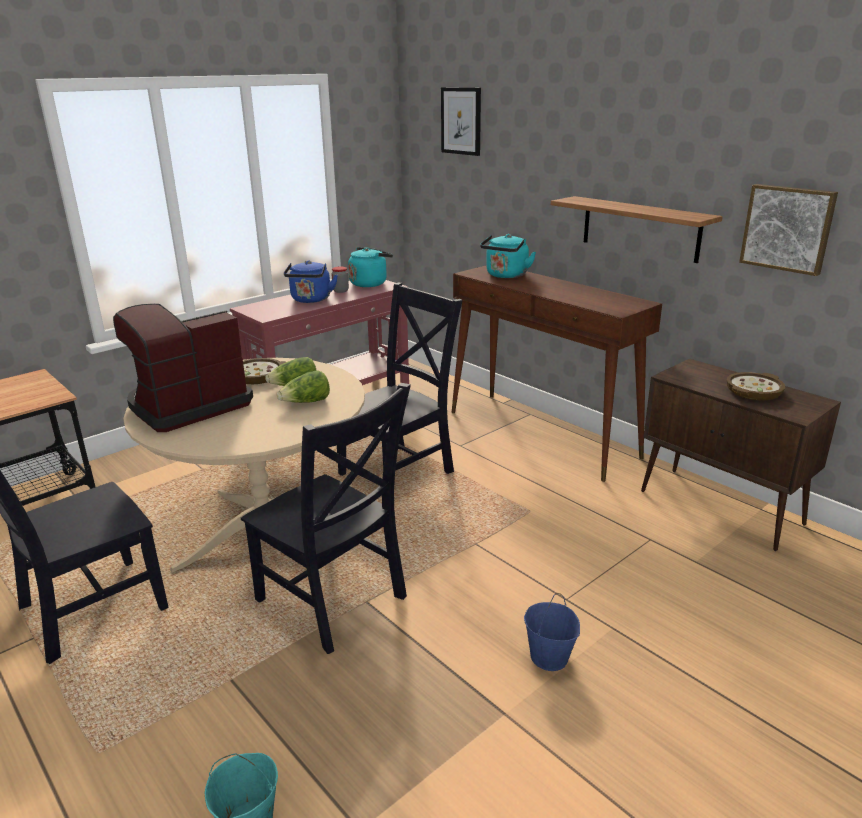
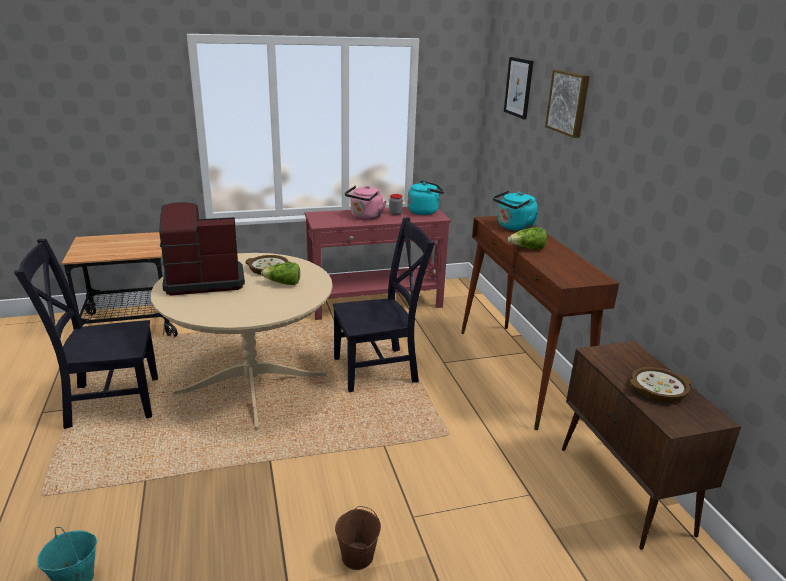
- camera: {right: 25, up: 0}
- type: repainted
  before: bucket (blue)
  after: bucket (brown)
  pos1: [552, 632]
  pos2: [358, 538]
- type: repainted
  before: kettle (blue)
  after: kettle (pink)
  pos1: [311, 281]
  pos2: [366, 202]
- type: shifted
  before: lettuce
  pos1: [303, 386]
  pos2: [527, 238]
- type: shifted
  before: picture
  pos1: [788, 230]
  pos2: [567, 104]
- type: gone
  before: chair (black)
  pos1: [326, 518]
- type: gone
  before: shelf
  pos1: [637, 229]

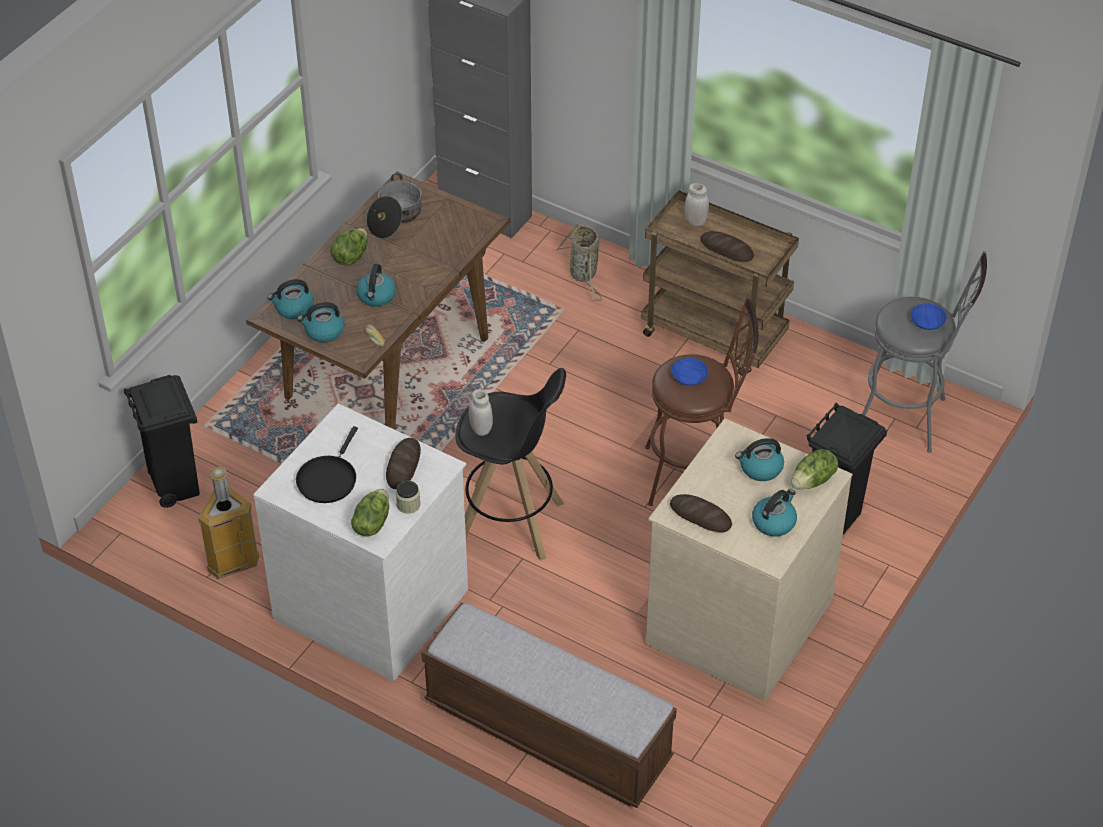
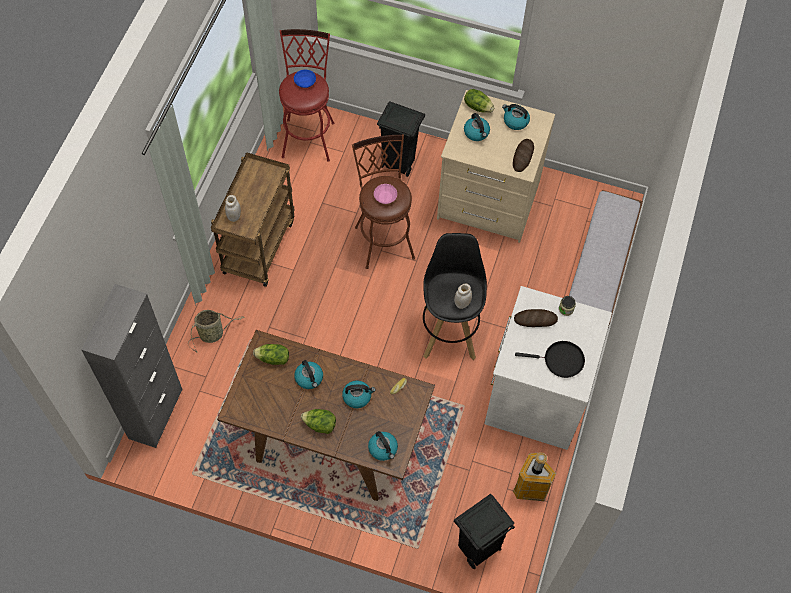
- camera: {right: -105, up: 15}
- type: shifted
  before: lettuce
  pos1: [370, 512]
  pos2: [271, 354]
- type: repainted
  before: stool (grey)
  after: stool (red)
  pos1: [924, 352]
  pos2: [306, 95]
- type: shifted
  before: kettle
  pos1: [320, 322]
  pos2: [308, 374]
- type: repainted
  before: bowl (blue)
  after: bowl (pink)
  pos1: [690, 372]
  pos2: [385, 194]
- type: gone
  before: cooking pot
  pos1: [394, 206]
- type: gone
  before: bread
  pos1: [727, 246]

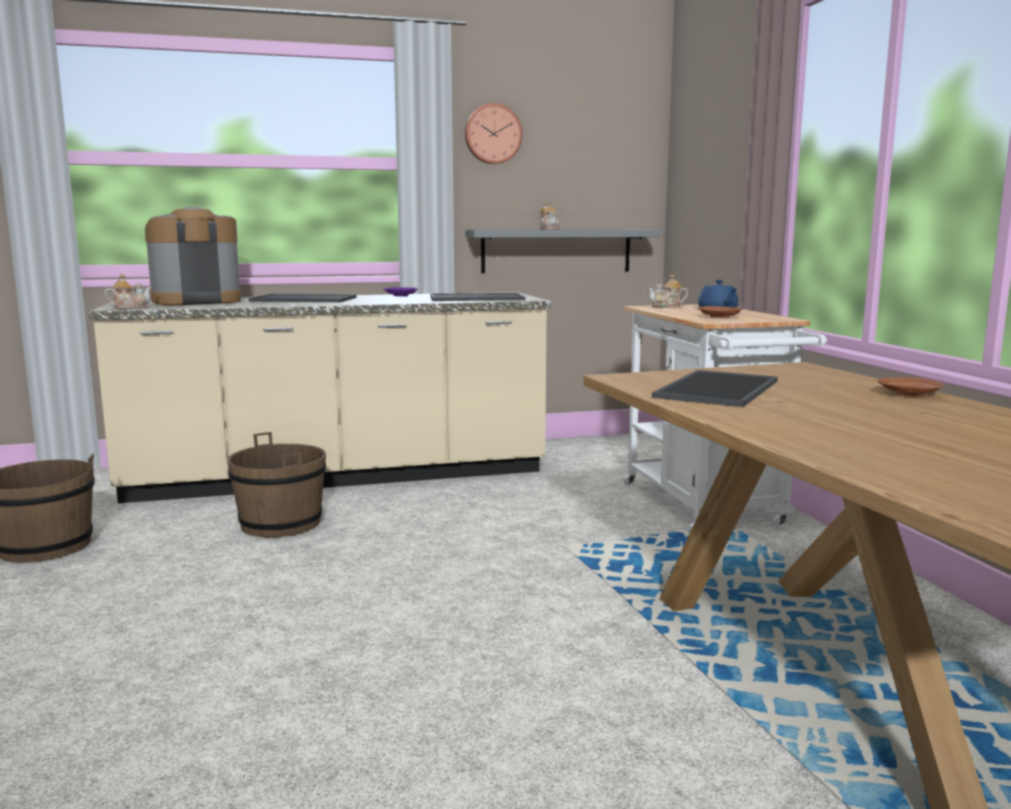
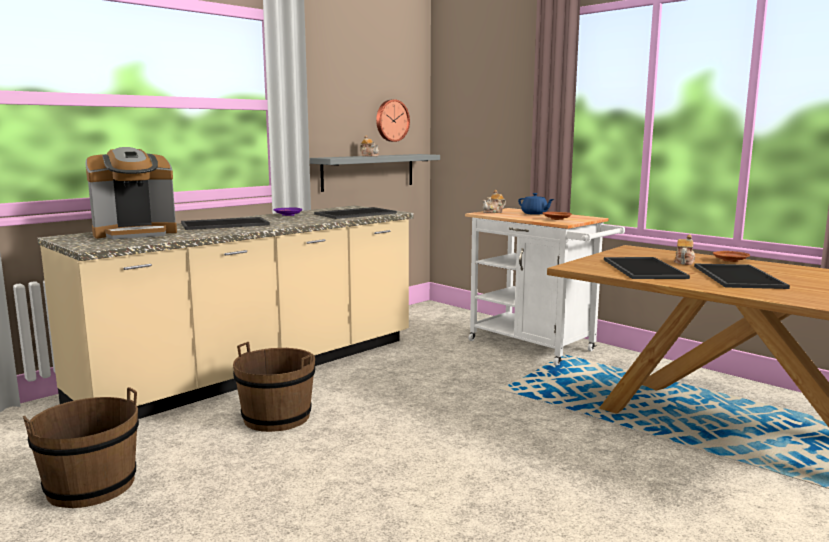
- camera: {right: -30, up: 0}
- type: rotated
  before: coffee machine
  pos1: [193, 256]
  pos2: [131, 193]
  turn: -150
- type: shifted
  before: wall clock
  pos1: [493, 133]
  pos2: [393, 120]
- type: shifted
  before: teapot
  pos1: [128, 291]
  pos2: [684, 250]
- type: new
  after: tray
  pos2: [742, 276]

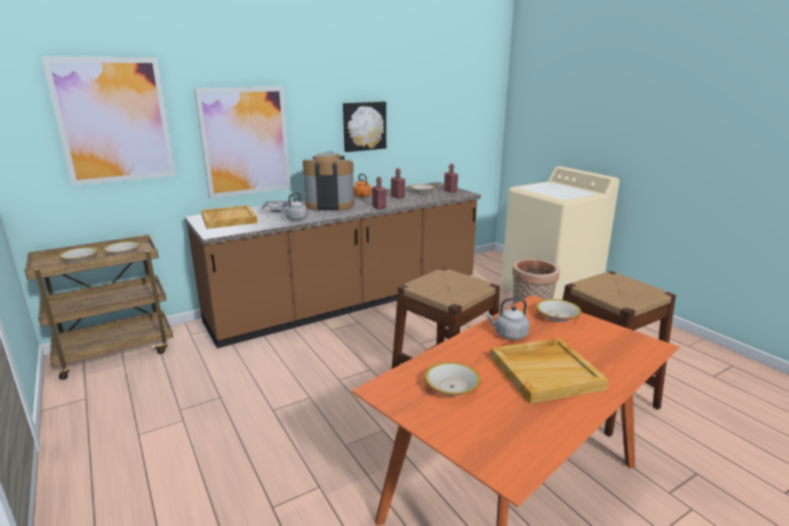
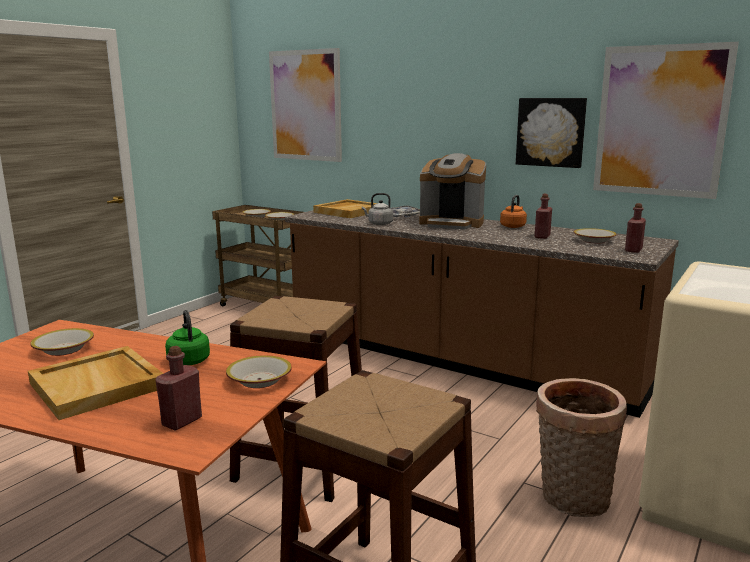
- camera: {right: 65, up: -5}
- type: shifted
  before: bottle (red)
  pos1: [379, 193]
  pos2: [178, 388]
- type: repainted
  before: kettle (grey)
  after: kettle (green)
  pos1: [507, 319]
  pos2: [187, 337]
- type: rotated
  before: coffee machine
  pos1: [328, 180]
  pos2: [452, 191]
  turn: 135
- type: shifted
  before: picture
  pos1: [242, 142]
  pos2: [666, 120]

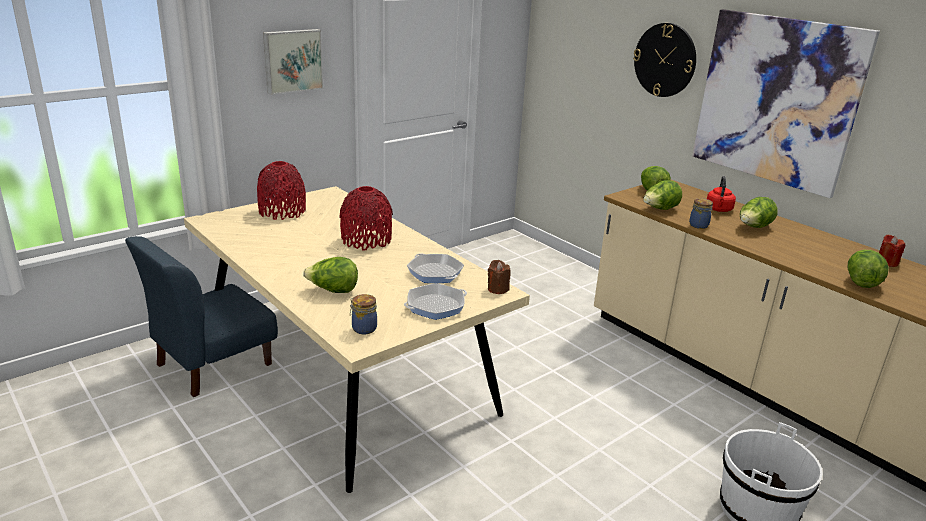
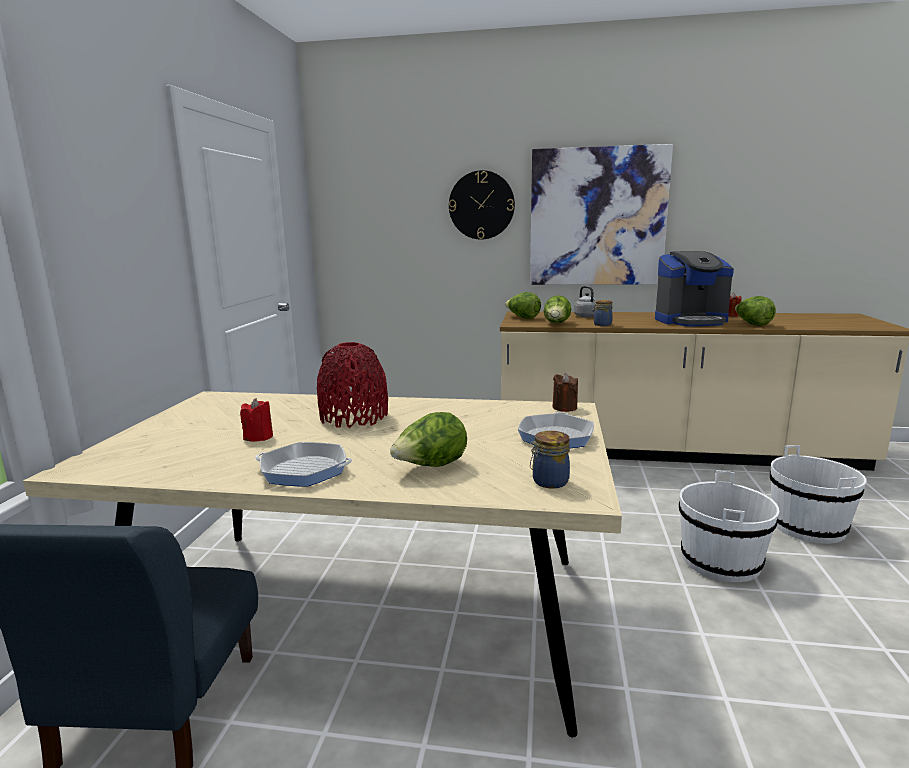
- camera: {right: -40, up: -10}
- type: new
  after: candle (red)
  pos2: [256, 420]
- type: shifted
  before: frying pan
  pos1: [435, 268]
  pos2: [303, 464]
- type: repainted
  before: kettle (red)
  after: kettle (grey)
  pos1: [721, 194]
  pos2: [585, 301]
- type: new
  after: coffee machine
  pos2: [694, 289]
- type: new
  after: bucket (white)
  pos2: [729, 526]
- type: gone
  before: vase (red)
  pos1: [281, 190]
- type: gone
  before: picture
  pos1: [293, 62]
- type: gone
  before: lettuce
  pos1: [759, 212]

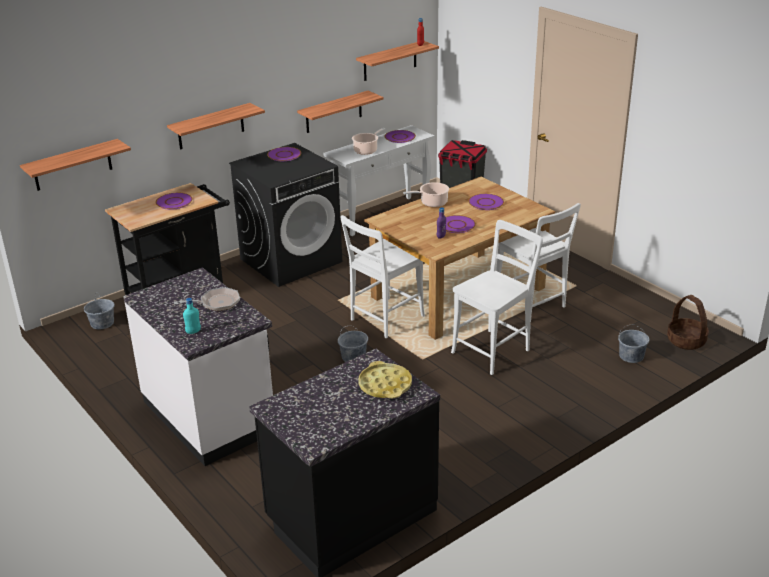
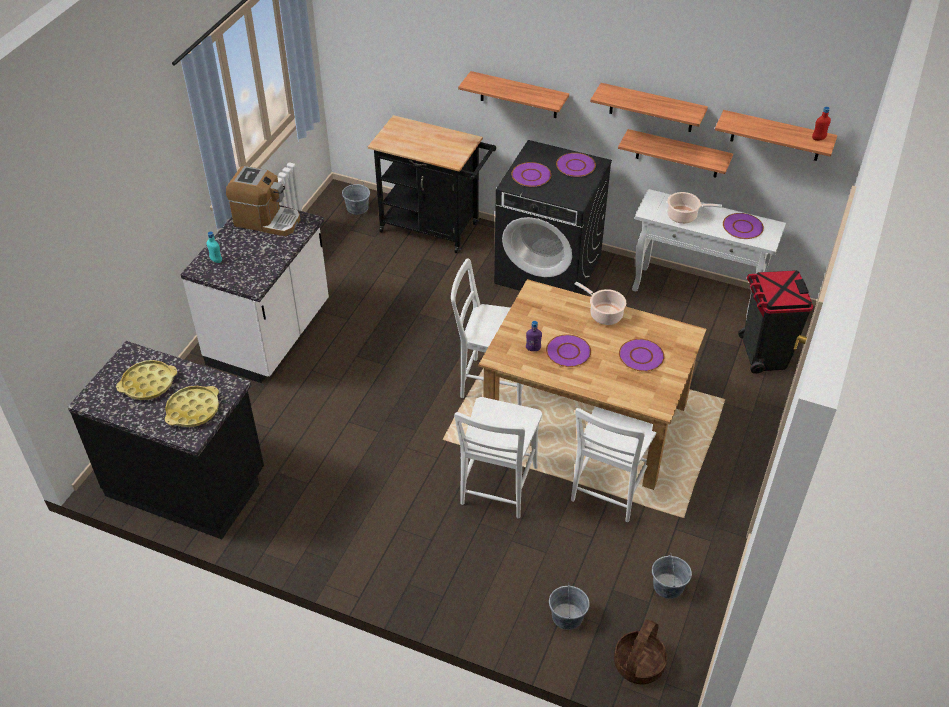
- camera: {right: 60, up: 15}
- type: new
  after: tray (yellow)
  pos2: [146, 380]
- type: new
  after: coffee machine
  pos2: [263, 201]
- type: rotated
  before: chair (white)
  pos1: [497, 297]
  pos2: [498, 457]
  turn: 90
- type: shifted
  before: plate (purple)
  pos1: [174, 201]
  pos2: [531, 174]
- type: shifted
  before: shelf
  pos1: [75, 165]
  pos2: [649, 107]
- type: shifted
  before: bucket (grey)
  pos1: [353, 344]
  pos2: [672, 577]
- type: gone
  before: frying pan
  pos1: [207, 299]

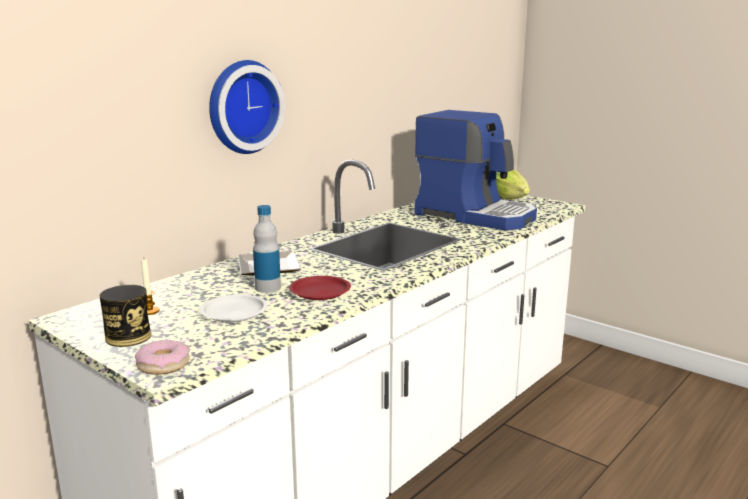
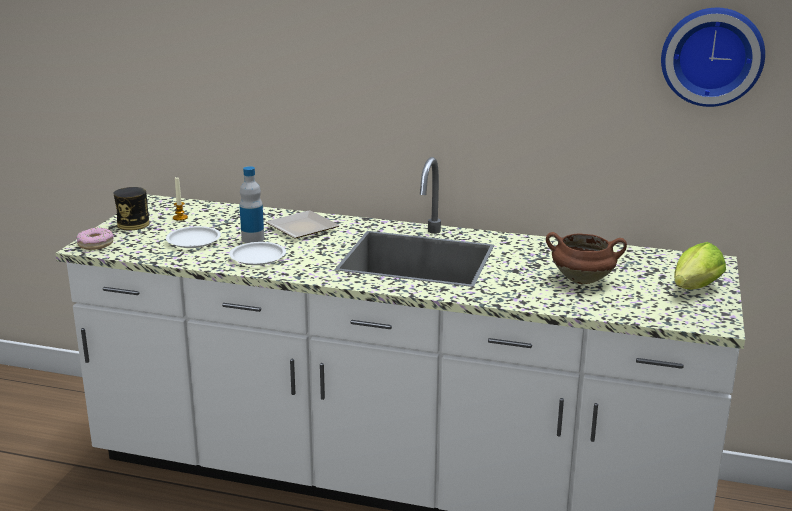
- camera: {right: 65, up: 5}
- type: repainted
  before: plate (red)
  after: plate (white)
  pos1: [320, 288]
  pos2: [257, 253]
- type: swapped
  before: coffee machine
  after: cooking pot (brown)
  pos1: [475, 170]
  pos2: [586, 258]
- type: shifted
  before: wall clock
  pos1: [247, 107]
  pos2: [713, 57]

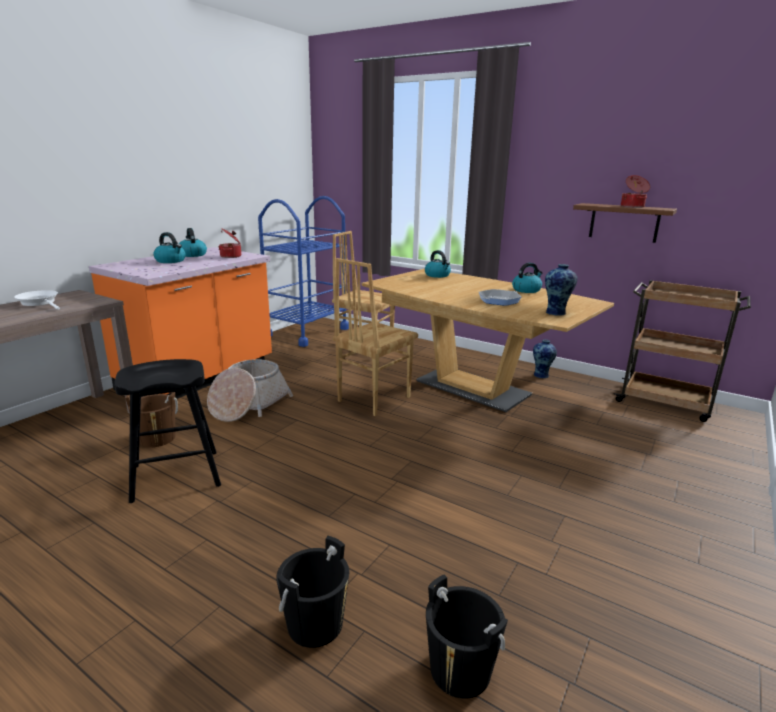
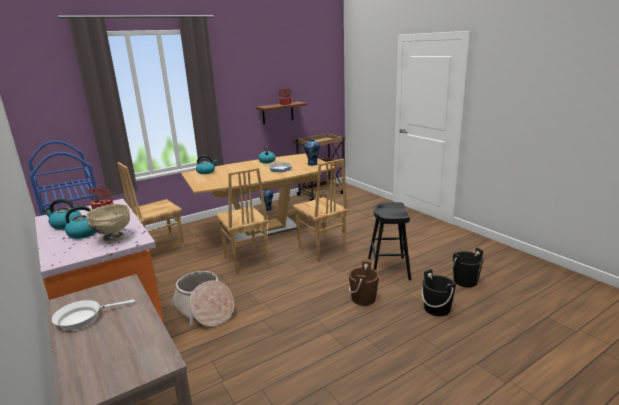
- camera: {right: -65, up: 0}
- type: new
  after: bowl (beige)
  pos2: [108, 223]
- type: new
  after: chair (brown)
  pos2: [320, 210]
- type: shifted
  before: bucket (brown)
  pos1: [151, 419]
  pos2: [364, 283]
- type: shifted
  before: stool (black)
  pos1: [167, 431]
  pos2: [389, 241]

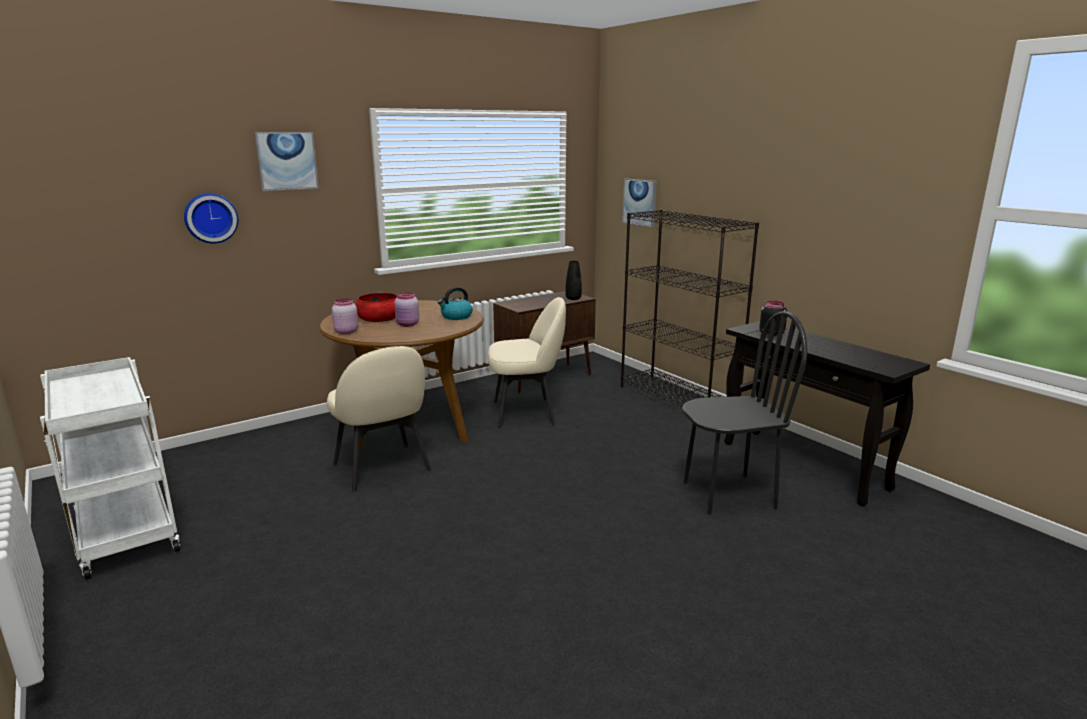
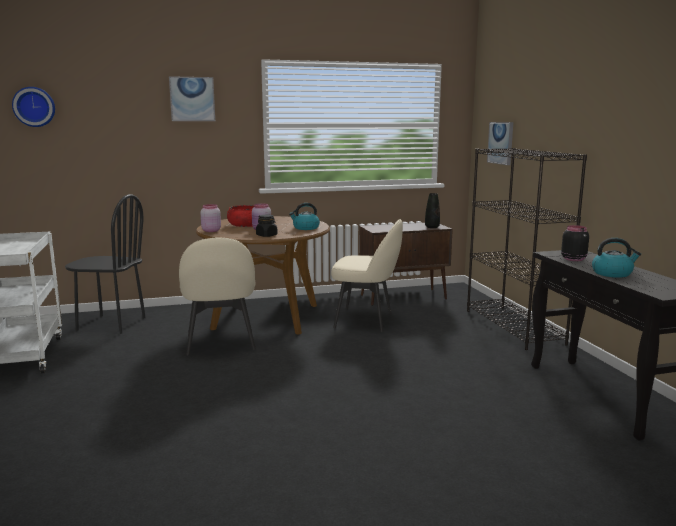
- camera: {right: 20, up: -5}
- type: shifted
  before: wall clock
  pos1: [211, 218]
  pos2: [33, 107]
- type: shifted
  before: chair (black)
  pos1: [744, 413]
  pos2: [105, 264]
- type: new
  after: jar (black)
  pos2: [267, 226]
- type: new
  after: kettle
  pos2: [616, 258]

